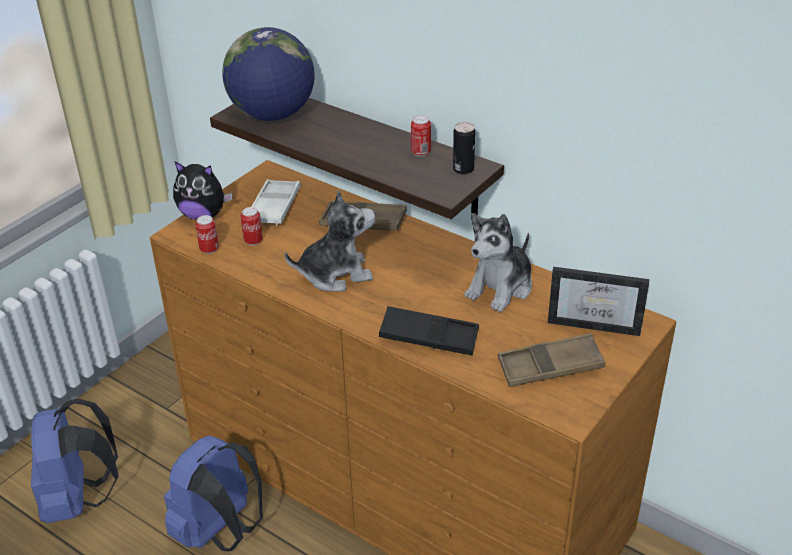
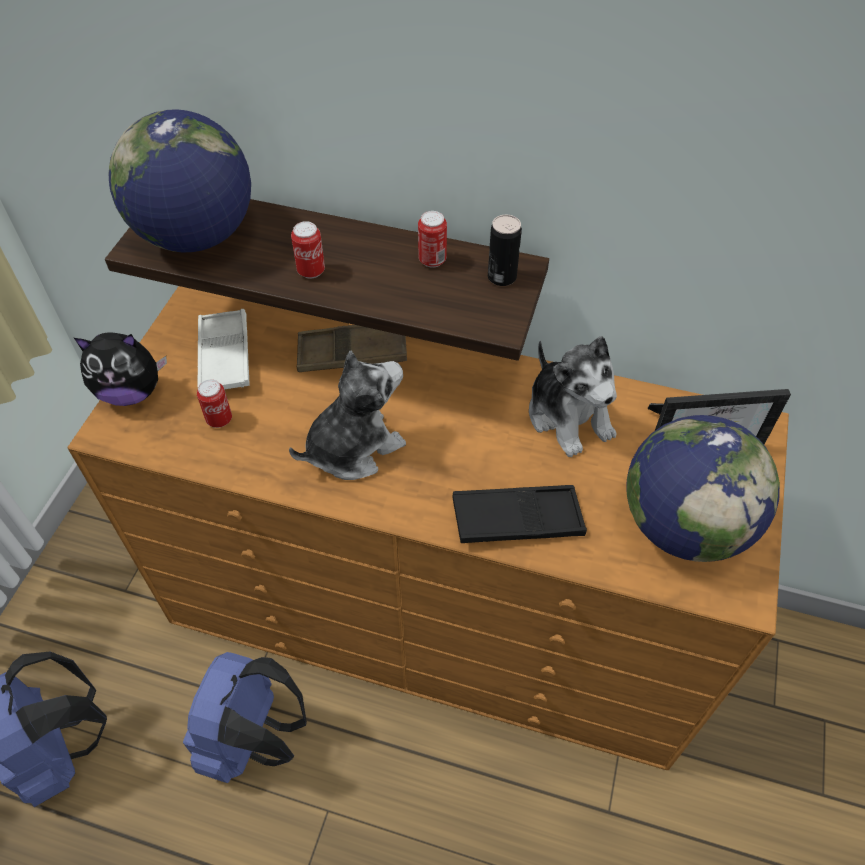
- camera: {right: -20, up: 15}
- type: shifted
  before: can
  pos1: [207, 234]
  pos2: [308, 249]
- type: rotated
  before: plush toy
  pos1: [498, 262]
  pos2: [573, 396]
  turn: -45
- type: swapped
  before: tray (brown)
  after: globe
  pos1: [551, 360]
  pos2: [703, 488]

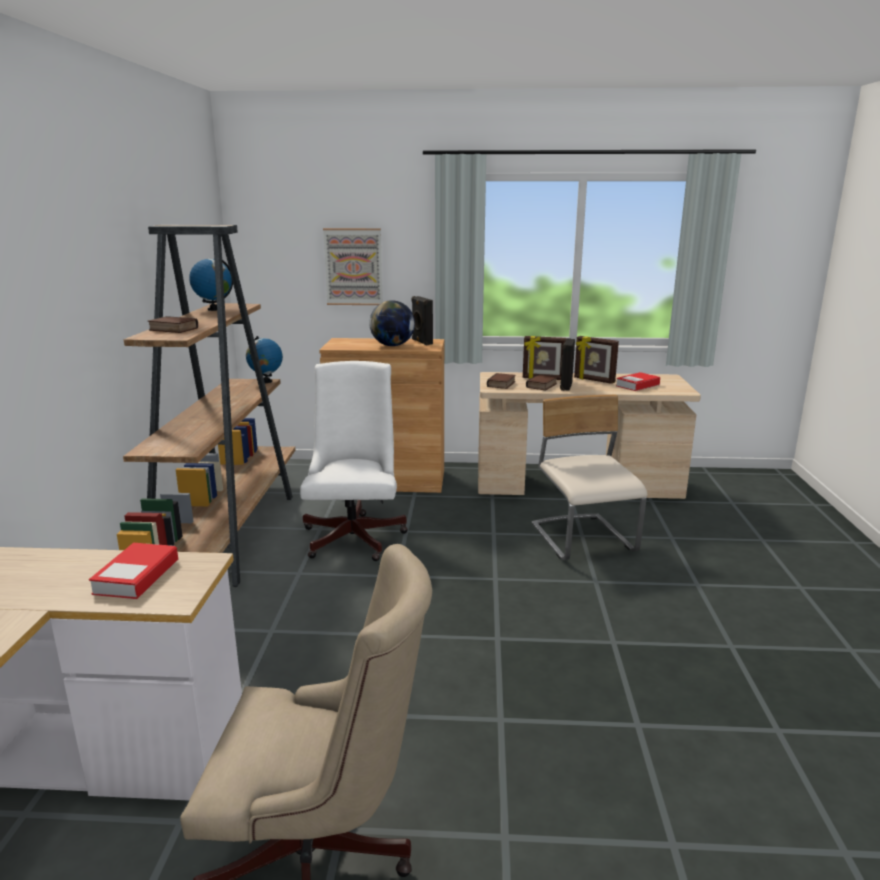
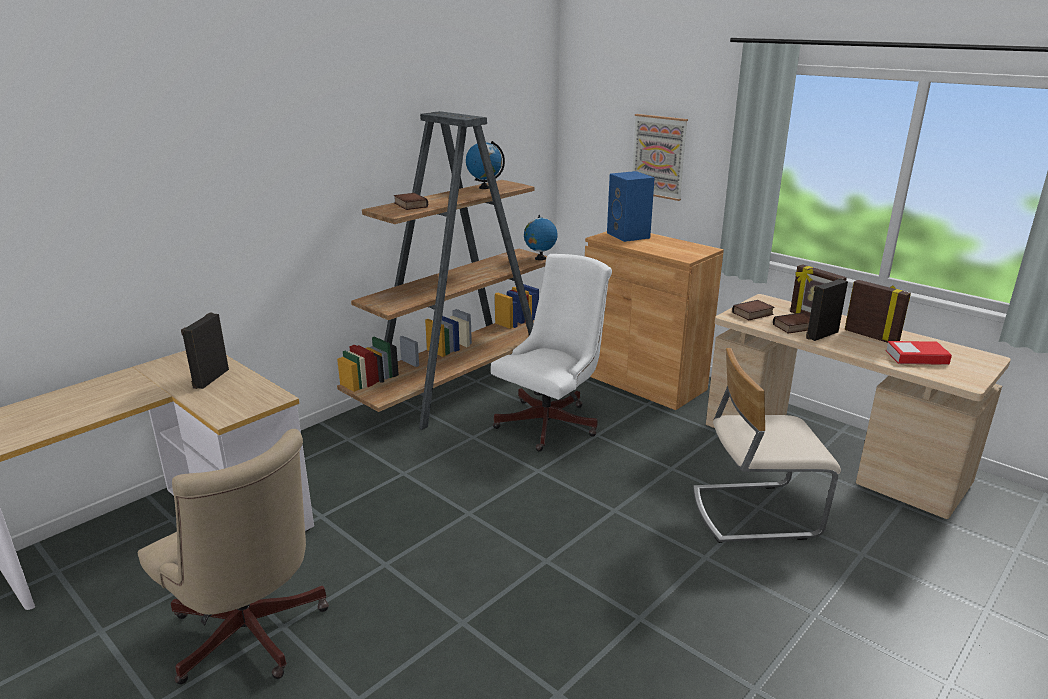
- camera: {right: 40, up: 5}
- type: shifted
  before: speaker (black)
  pos1: [422, 320]
  pos2: [205, 351]
- type: new
  after: speaker (blue)
  pos2: [631, 206]
- type: rotated
  before: chair (beige)
  pos1: [589, 477]
  pos2: [767, 445]
  turn: -120
- type: rotated
  before: picture frame
  pos1: [596, 360]
  pos2: [878, 311]
  turn: 150
- type: gone
  before: book
  pos1: [133, 571]
- type: gone
  before: globe
  pos1: [392, 323]

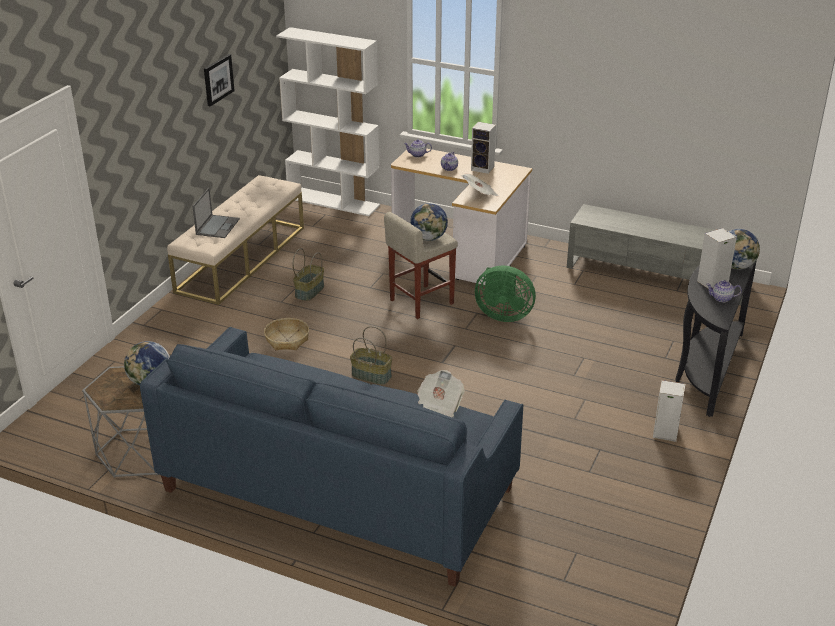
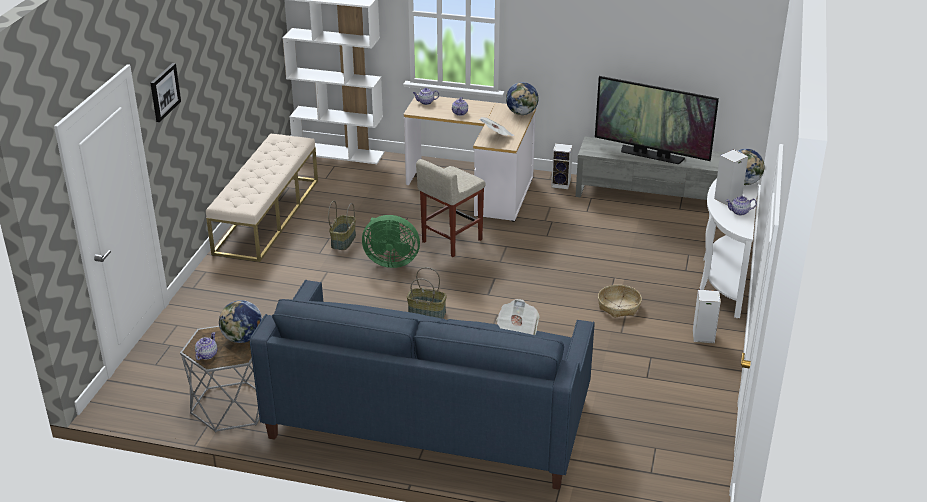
- camera: {right: -10, up: 0}
- type: shifted
  before: picture
  pos1: [219, 80]
  pos2: [165, 92]
- type: new
  after: teapot
  pos2: [206, 346]
- type: shifted
  before: fan (green)
  pos1: [505, 293]
  pos2: [391, 241]
- type: shifted
  before: globe
  pos1: [429, 222]
  pos2: [522, 98]
- type: shifted
  before: speaker
  pos1: [483, 148]
  pos2: [562, 166]
- type: new
  after: television
  pos2: [657, 120]
- type: shifted
  before: basket
  pos1: [286, 334]
  pos2: [620, 301]
- type: repainted
  before: console table (black)
  after: console table (white)
  pos1: [716, 338]
  pos2: [729, 248]
- type: gone
  before: laptop
  pos1: [216, 213]

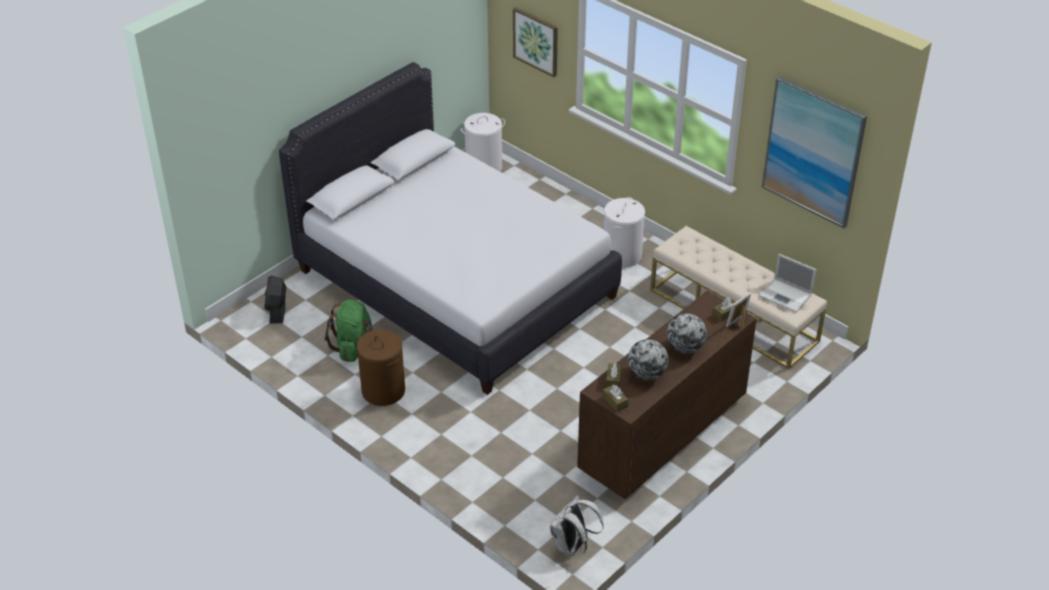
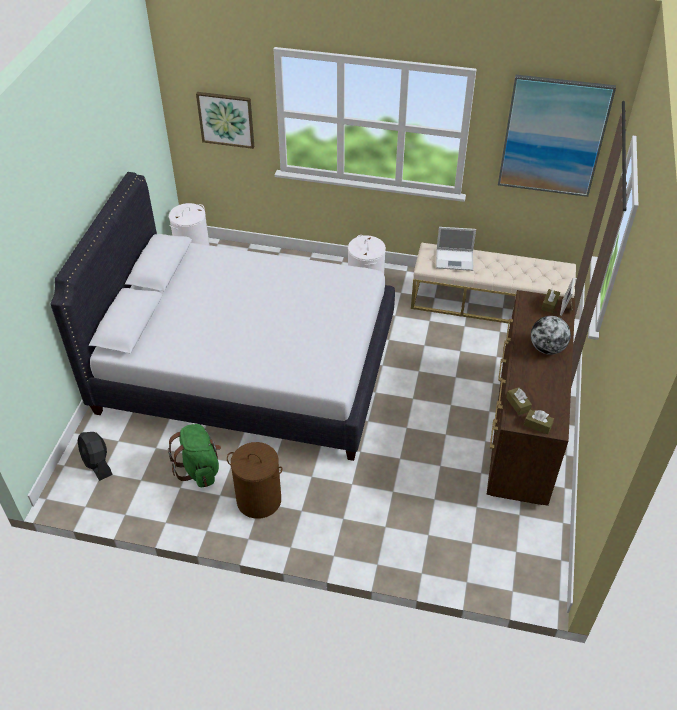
- camera: {right: -30, up: 5}
- type: shifted
  before: laptop
  pos1: [788, 283]
  pos2: [456, 249]
- type: gone
  before: backpack (white)
  pos1: [576, 525]
- type: gone
  before: globe
  pos1: [648, 359]

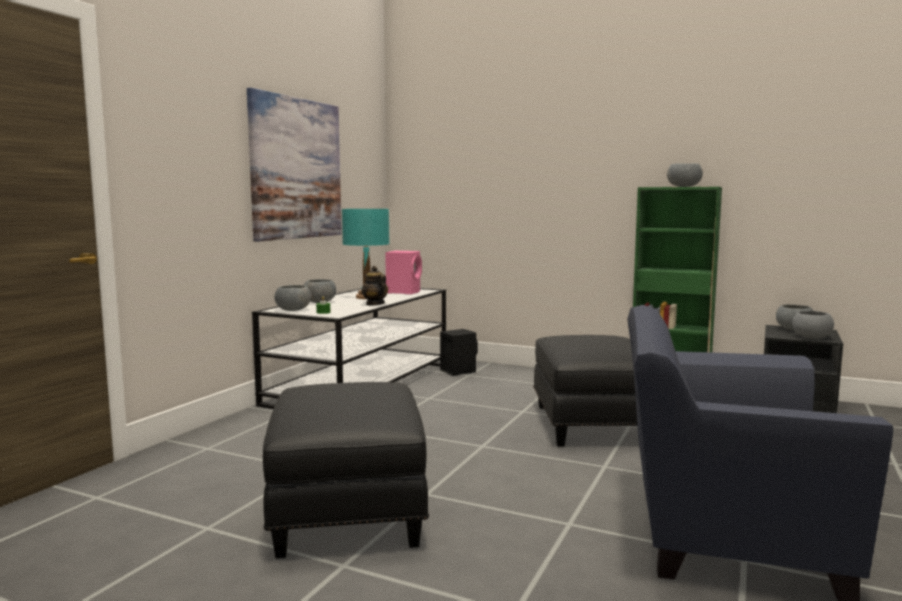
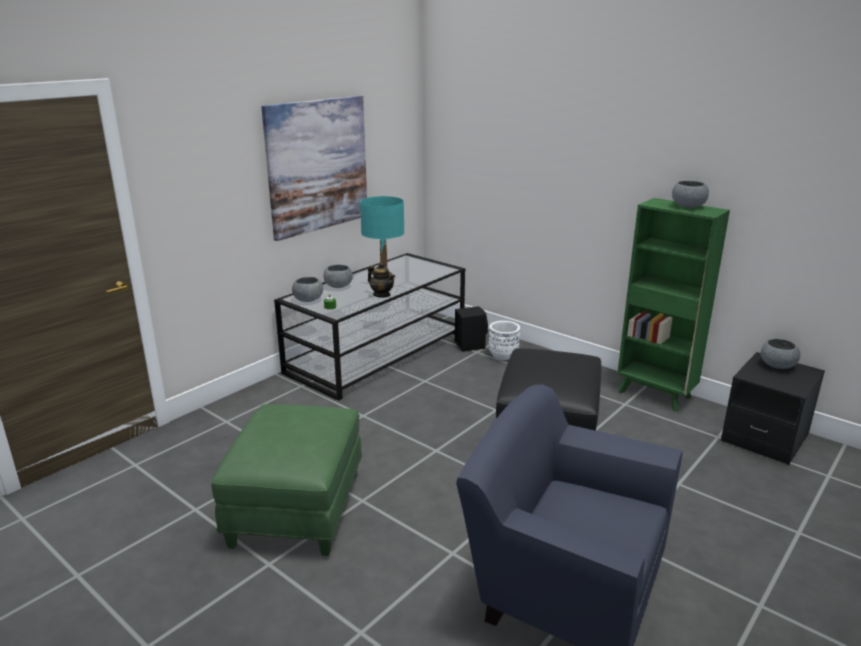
- camera: {right: 15, up: 15}
- type: repainted
  before: ottoman (black)
  after: ottoman (green)
  pos1: [346, 470]
  pos2: [286, 480]
- type: rotated
  before: teapot
  pos1: [374, 285]
  pos2: [381, 280]
  turn: 150
- type: new
  after: planter (white)
  pos2: [504, 340]
- type: gone
  before: speaker (pink)
  pos1: [403, 272]
- type: gone
  before: bowl (grey)
  pos1: [813, 325]

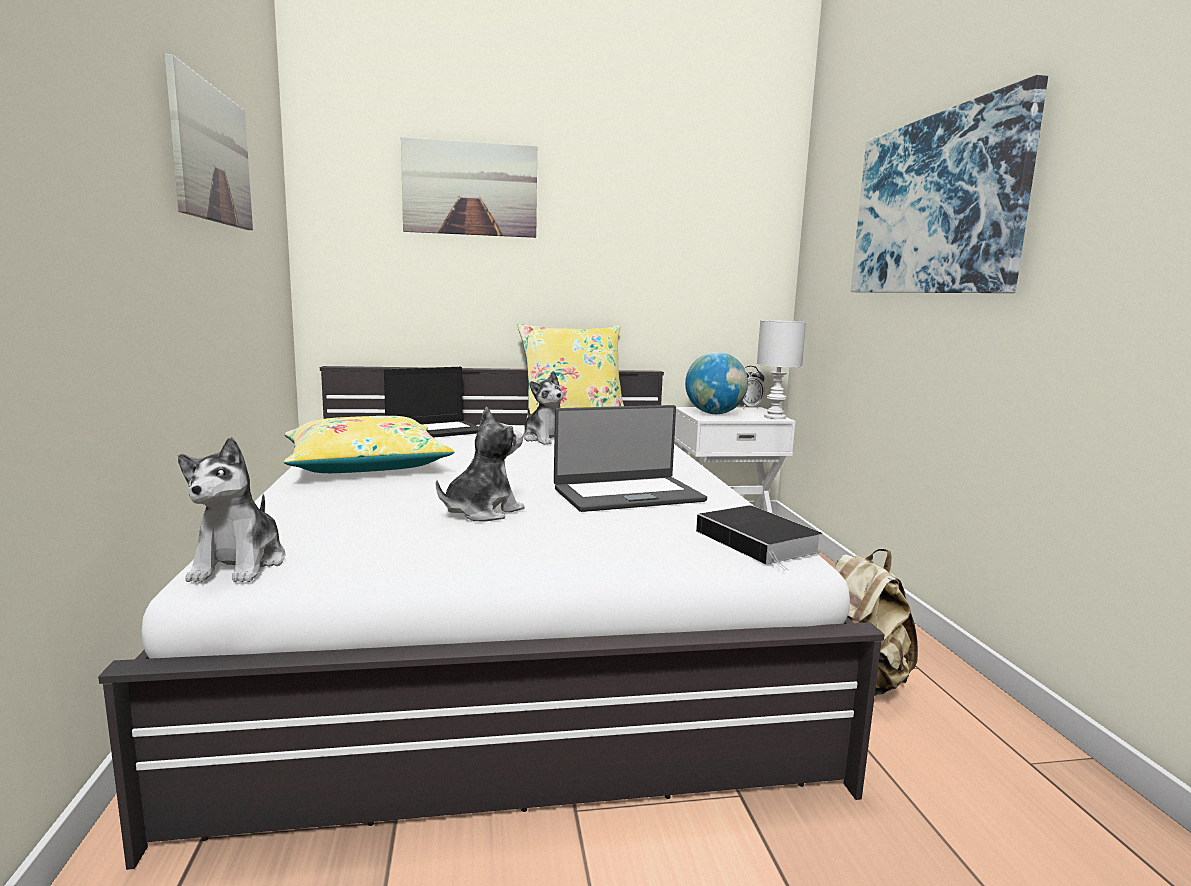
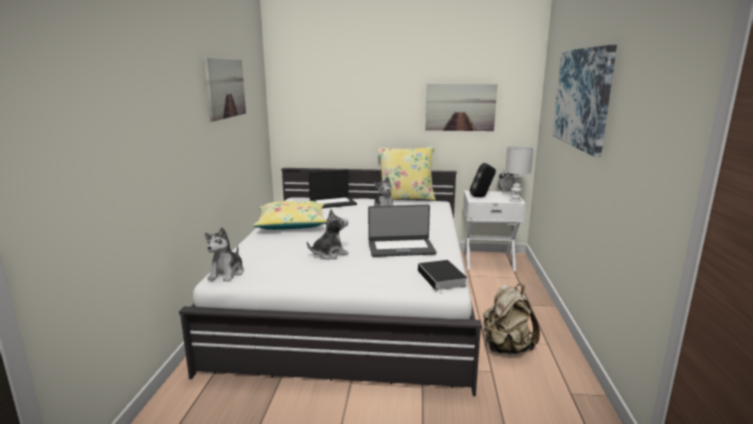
- camera: {right: 15, up: 5}
- type: shifted
  before: picture
  pos1: [469, 187]
  pos2: [461, 107]
- type: swapped
  before: globe
  after: speaker (black)
  pos1: [716, 383]
  pos2: [483, 180]

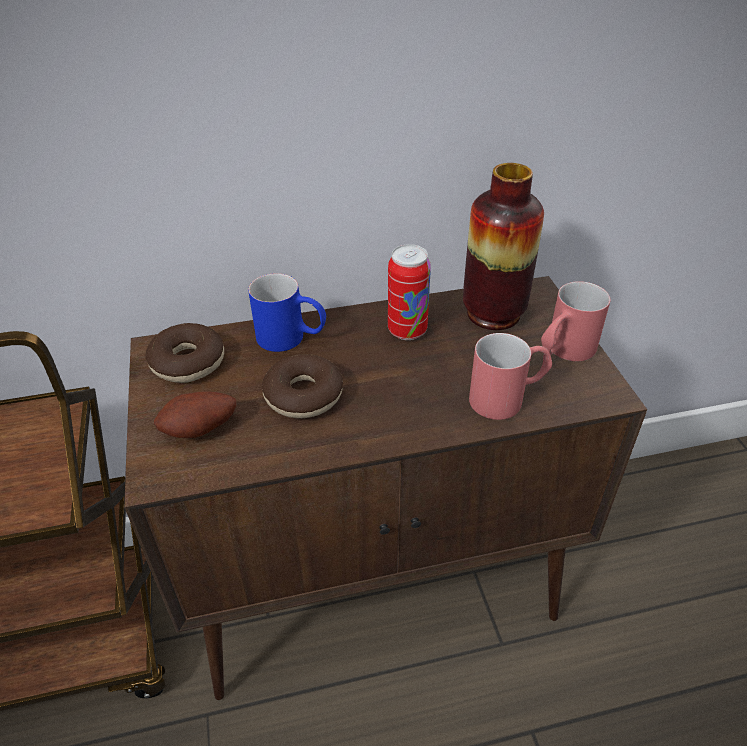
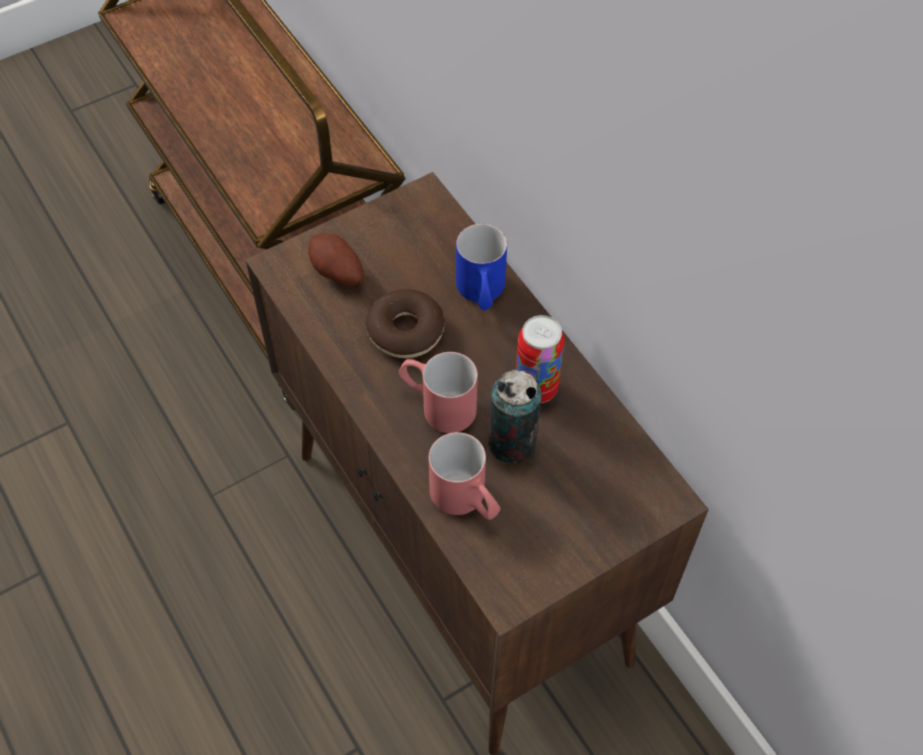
- camera: {right: 70, up: 15}
- type: shifted
  before: mug (red)
  pos1: [576, 321]
  pos2: [438, 392]
- type: new
  after: can
  pos2: [515, 417]
- type: gone
  before: donut
  pos1: [184, 353]
- type: gone
  before: vase
  pos1: [503, 246]

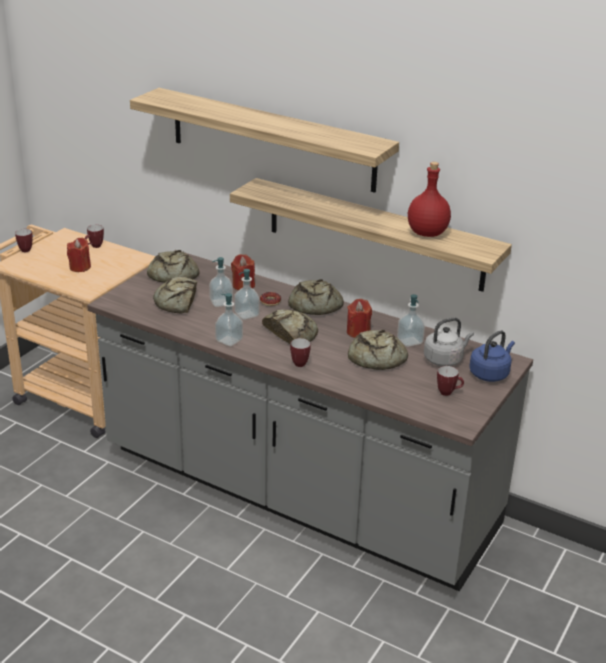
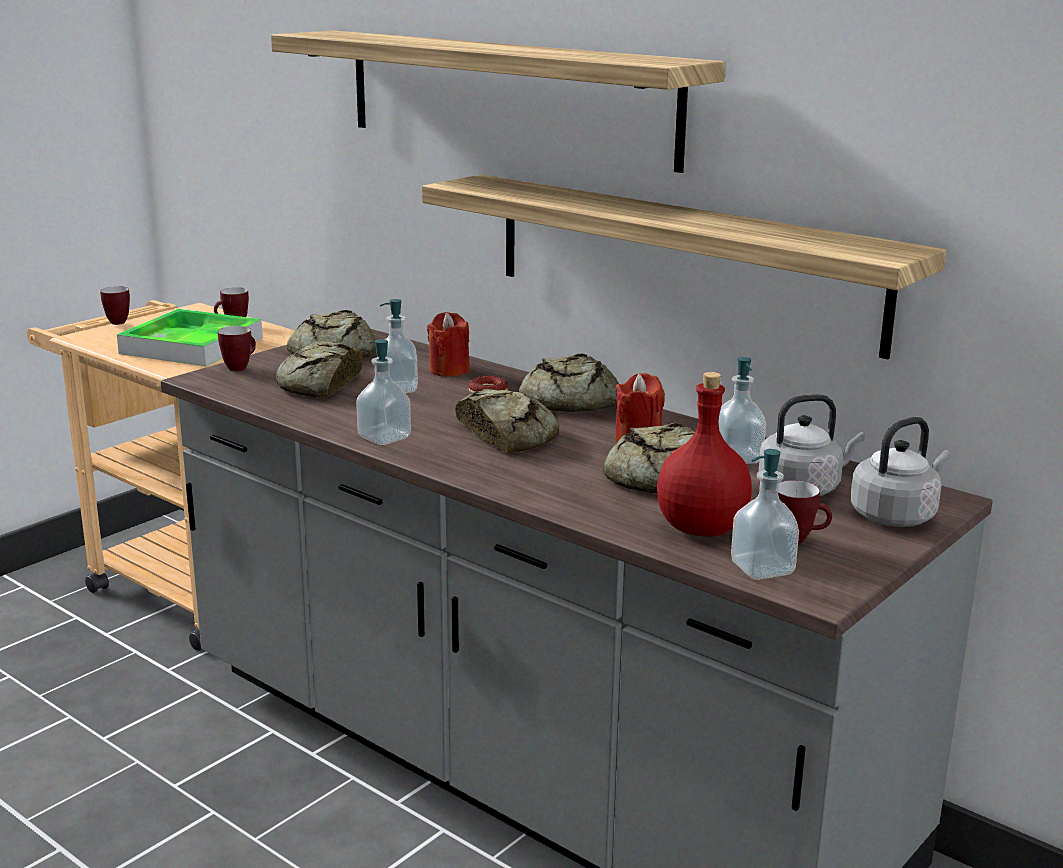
- camera: {right: 10, up: -10}
- type: swapped
  before: candle (red)
  after: tray
  pos1: [79, 255]
  pos2: [190, 337]
- type: shifted
  before: mug
  pos1: [300, 352]
  pos2: [237, 348]
- type: shifted
  before: bottle (red)
  pos1: [429, 199]
  pos2: [704, 454]
- type: shifted
  before: soap dispenser
  pos1: [247, 294]
  pos2: [765, 514]
- type: repainted
  before: kettle (blue)
  after: kettle (grey)
  pos1: [492, 356]
  pos2: [900, 472]

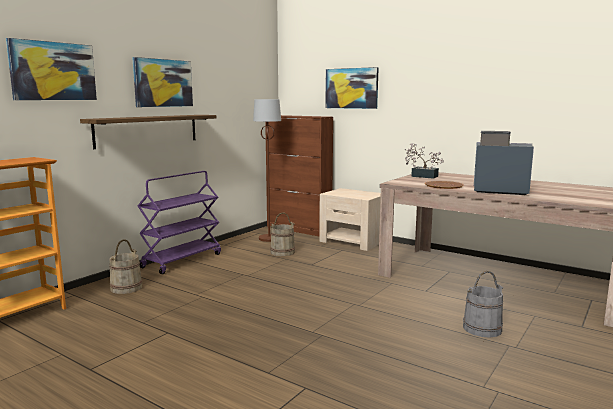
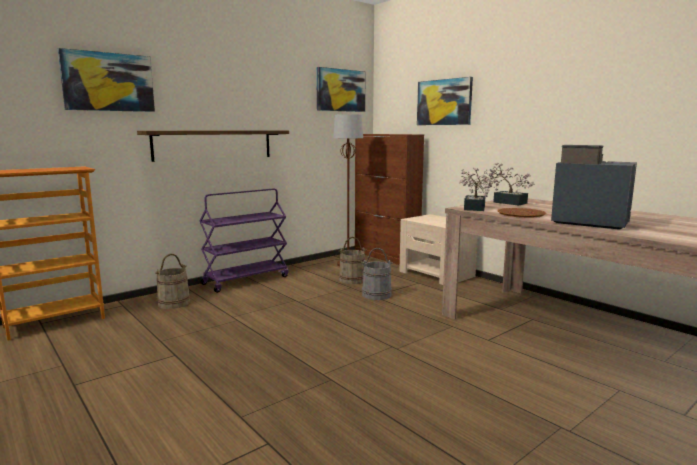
- camera: {right: 15, up: 0}
- type: shifted
  before: picture
  pos1: [162, 82]
  pos2: [340, 89]
- type: shifted
  before: bucket (grey)
  pos1: [483, 304]
  pos2: [377, 274]
- type: new
  after: potted plant
  pos2: [477, 189]

